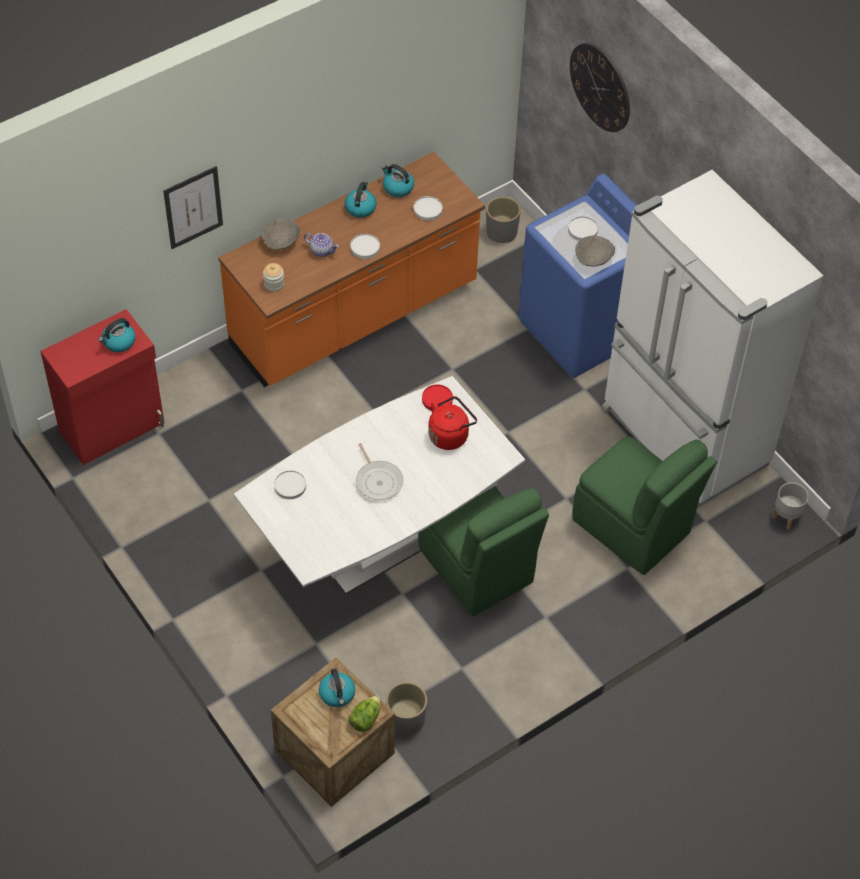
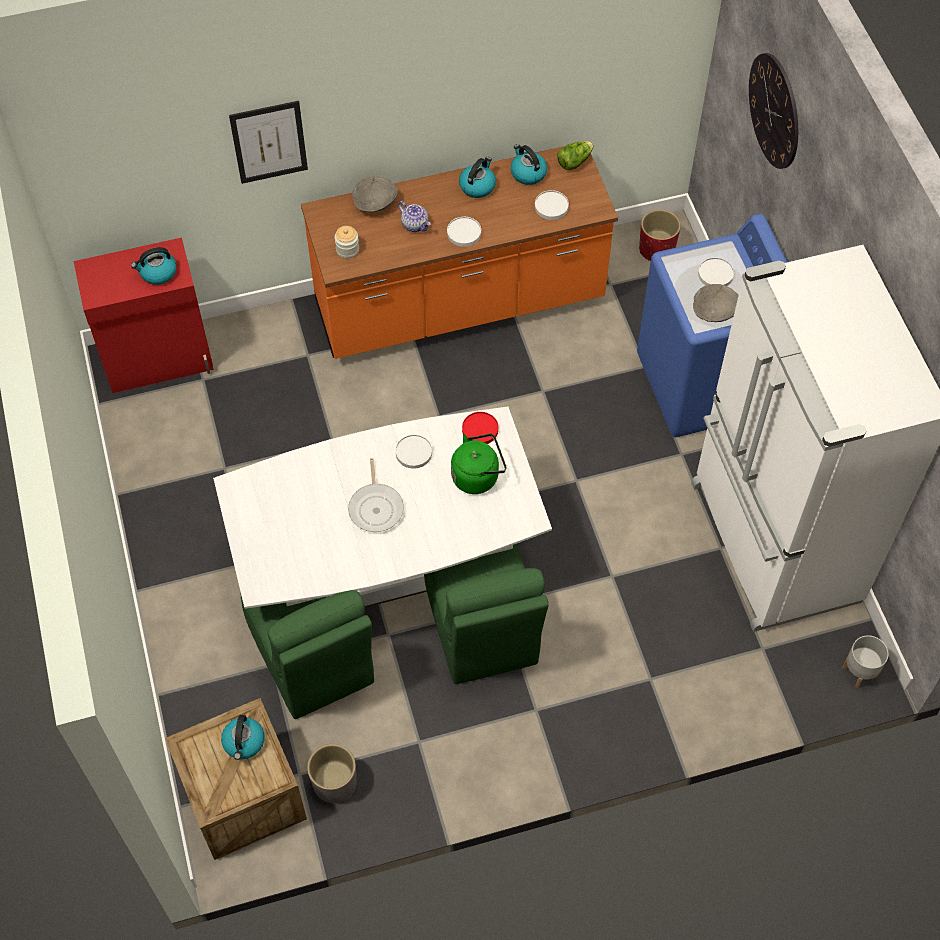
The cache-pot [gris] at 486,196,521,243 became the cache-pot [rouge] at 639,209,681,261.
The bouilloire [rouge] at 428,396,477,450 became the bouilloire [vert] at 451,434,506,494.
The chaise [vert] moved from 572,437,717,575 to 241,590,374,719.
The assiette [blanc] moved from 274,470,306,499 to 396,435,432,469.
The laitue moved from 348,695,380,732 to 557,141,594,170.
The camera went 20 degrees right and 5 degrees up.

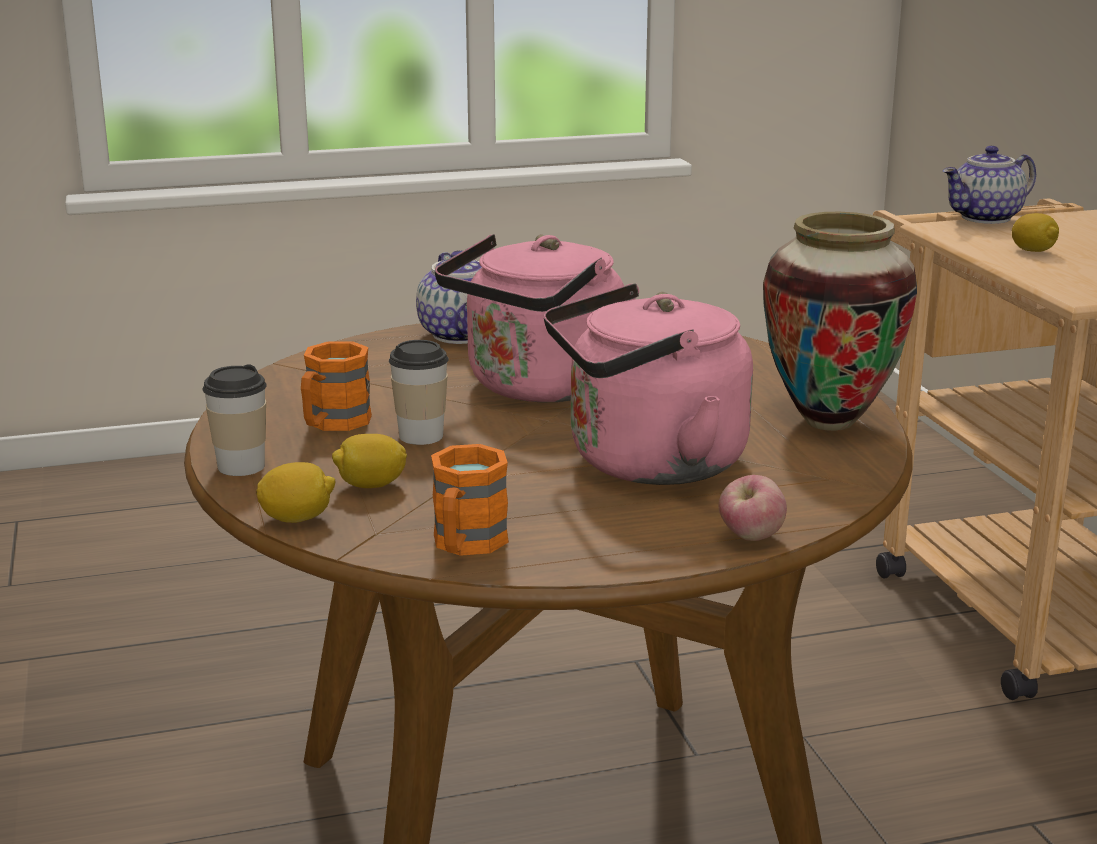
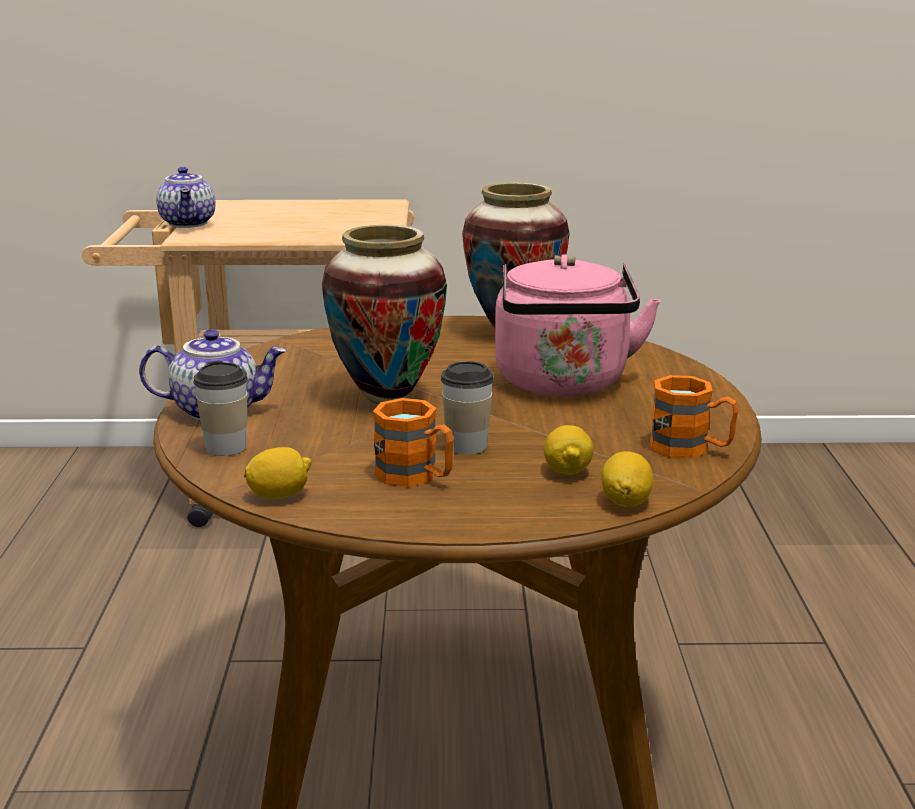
The citron moved from 1012,213,1059,252 to 244,447,311,500.
The bouilloire [rose] at 435,234,624,402 was replaced by the vase at 322,225,447,404.
The tasse moved from 203,364,267,476 to 193,361,248,456.
The pomme at 718,475,787,541 disappeared.
The camera went 75 degrees left and 0 degrees up.

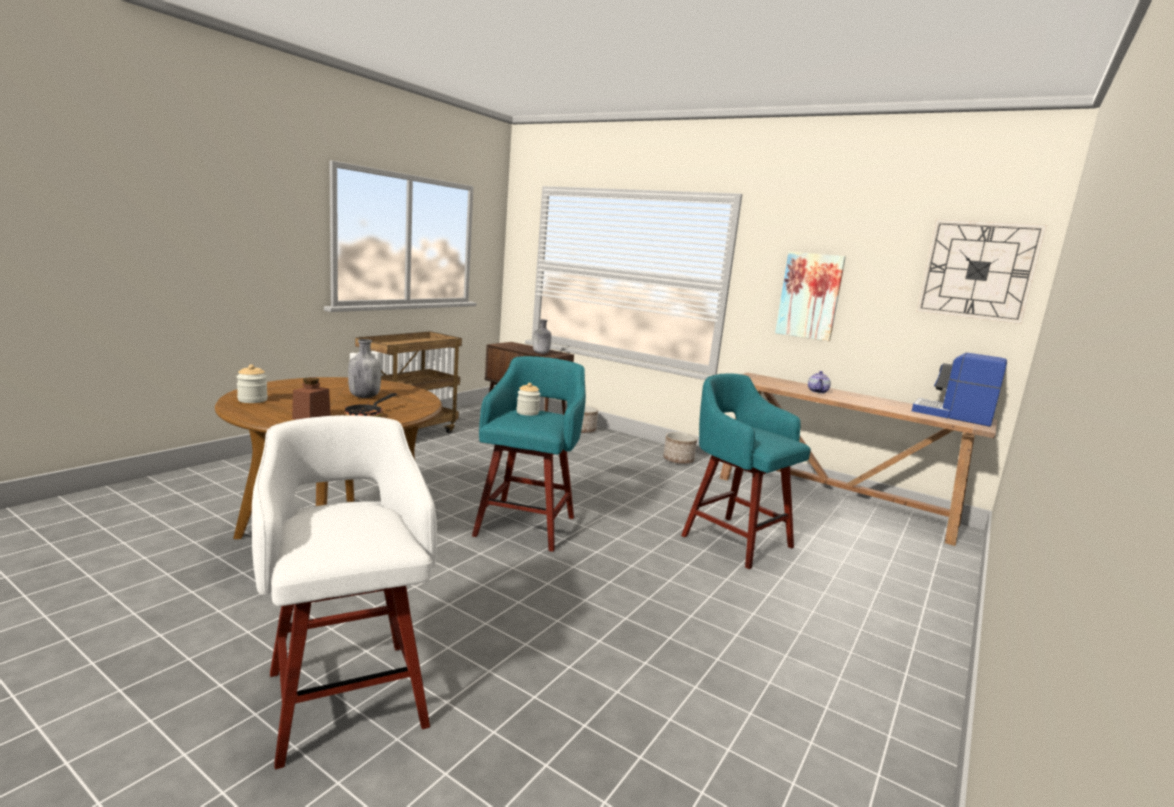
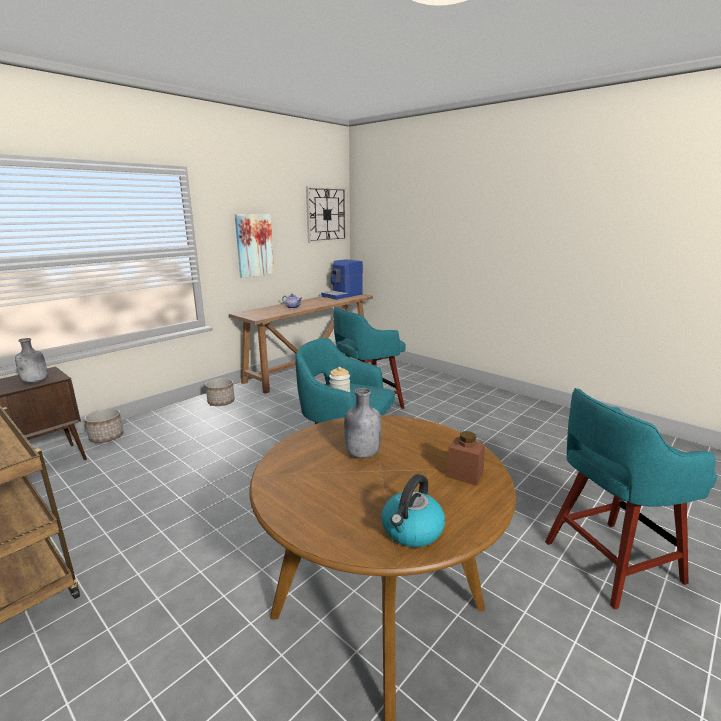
The bocal at 236,364,268,403 was replaced by the bouilloire at 381,474,445,547.
The poêle at 345,393,397,417 disappeared.
The tabouret [blanc] at 252,415,437,769 became the tabouret [turquoise] at 545,388,718,610.
The camera went 80 degrees left and 5 degrees up.

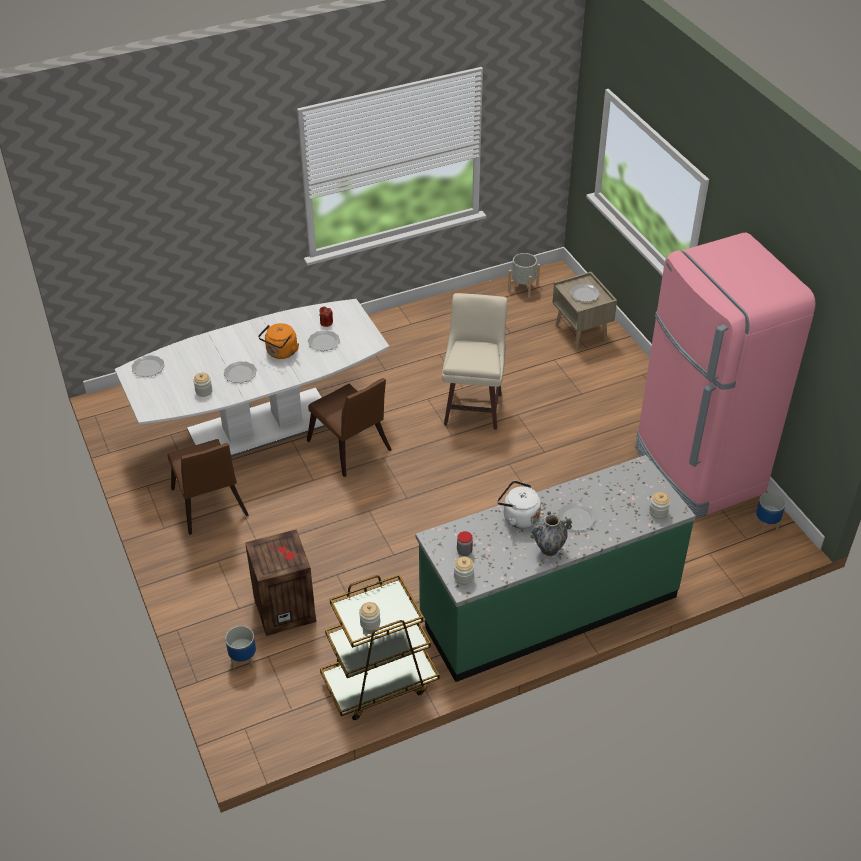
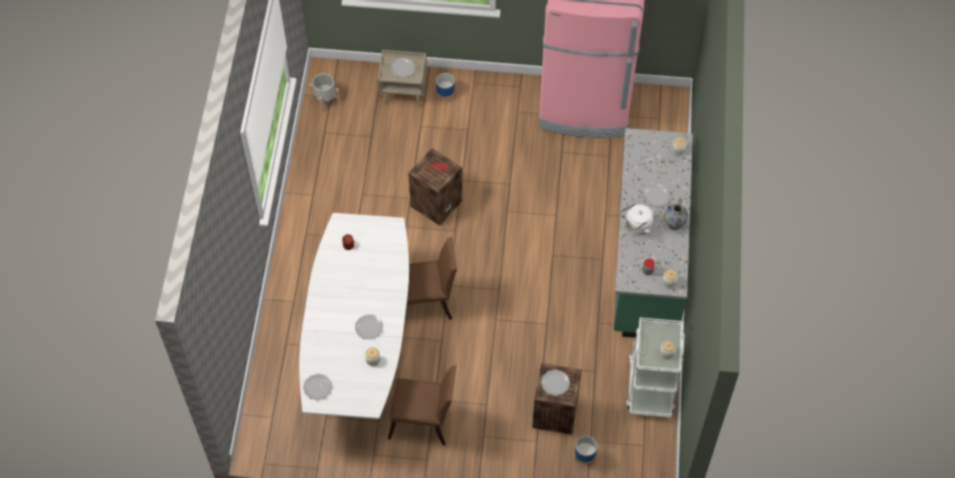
The tabouret [beige] at 442,293,507,430 was replaced by the caisse at 408,148,462,226.
The bouilloire [orange] at 258,323,299,359 disappeared.
The assiette moved from 308,330,340,351 to 541,370,570,396.
The cache-pot moved from 754,492,786,533 to 436,73,455,102.
The chariot [marron] at 320,574,439,720 became the chariot [blanc] at 627,318,685,417.
The camera went 60 degrees left and 15 degrees up.

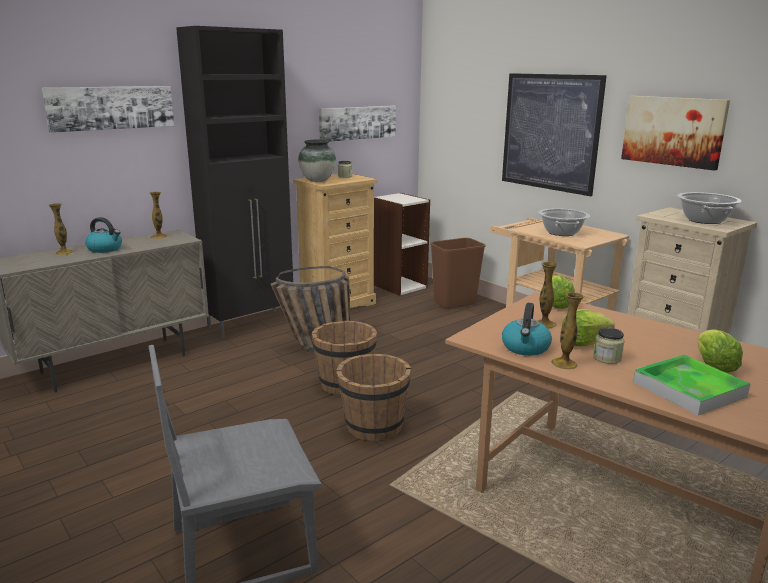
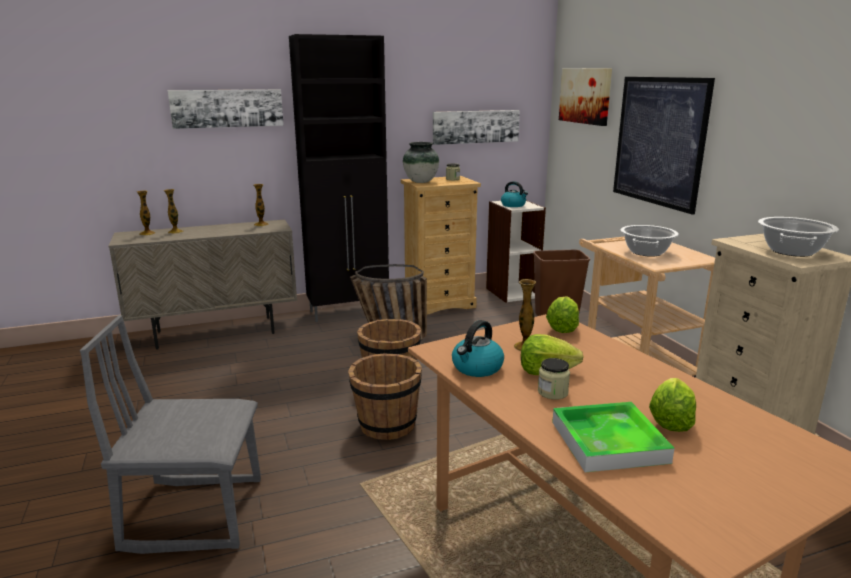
The tableau moved from 621,96,730,171 to 559,69,612,126.
The bouilloire moved from 85,217,122,253 to 501,181,528,207.
The vase moved from 551,292,584,369 to 137,191,155,235.
The camera went 20 degrees right and 0 degrees up.

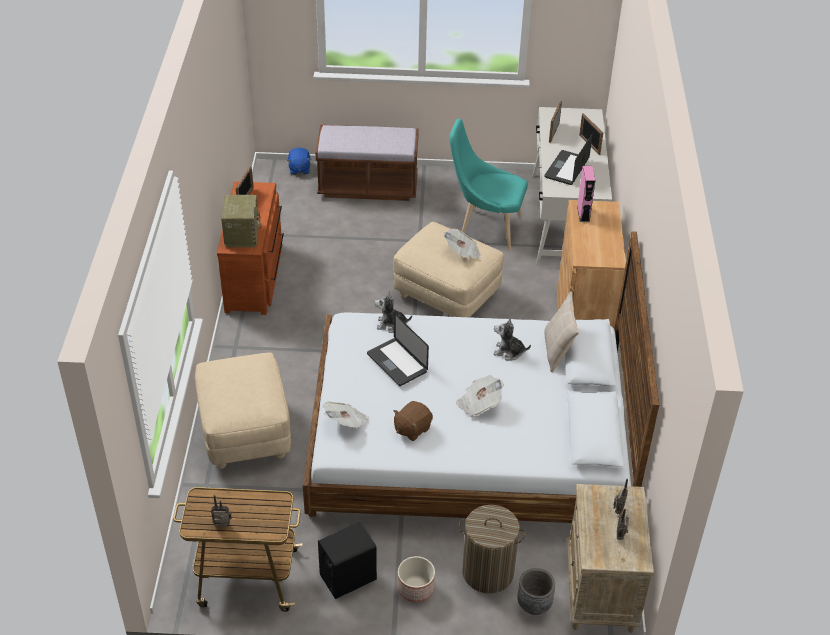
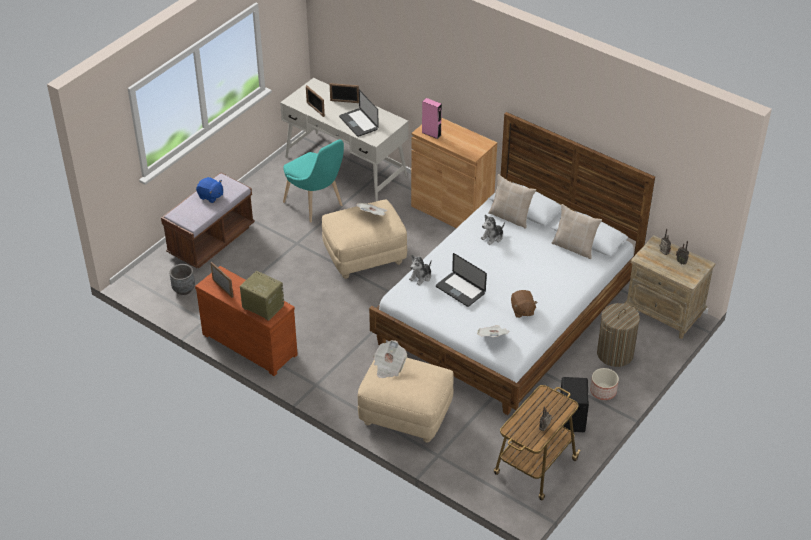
The chaise [turquoise] at 450,119,528,250 turned 90 degrees counterclockwise.
The peluche [bleu] moved from 287,148,311,175 to 196,177,223,203.
The ordinateur portable at 367,314,429,386 turned 45 degrees clockwise.
The journal moved from 456,375,504,417 to 374,340,407,378.
The cache-pot [gris] moved from 517,568,555,615 to 170,264,195,295.
The coussin [beige] at 551,204,602,259 appeared.
The camera went 55 degrees left and 0 degrees up.

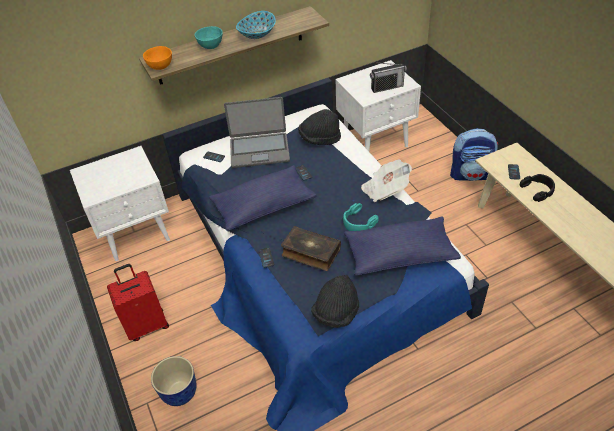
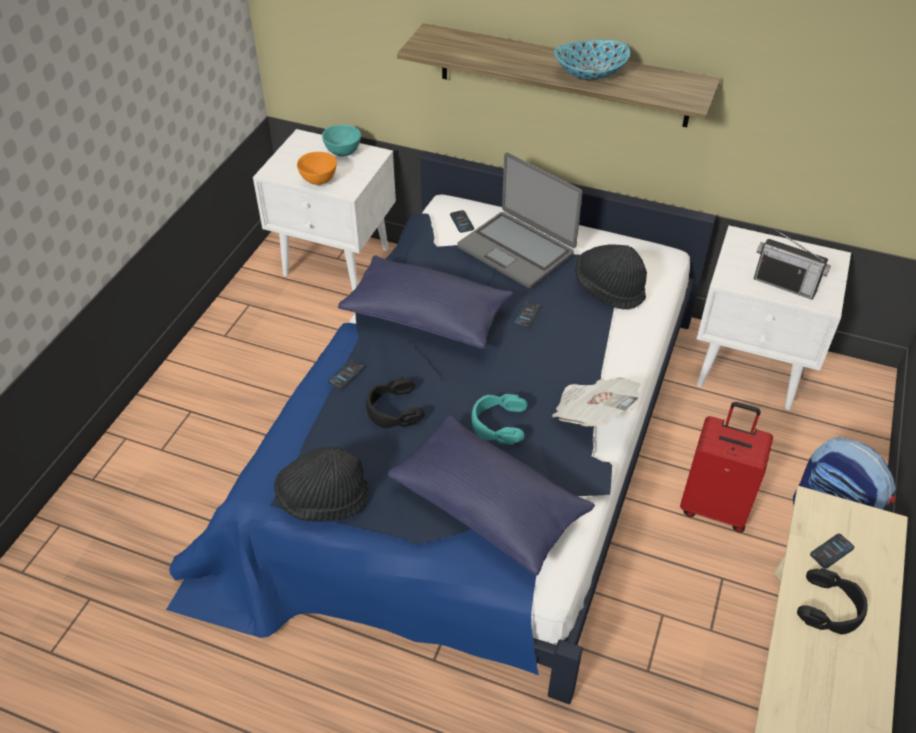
The bol [turquoise] moved from 195,26,223,49 to 322,124,361,156.
The bol [orange] moved from 143,46,172,70 to 297,152,337,185.
The livre at 281,226,341,271 was replaced by the casque audio [noir] at 366,377,425,428.
The valise [rouge] moved from 107,264,169,341 to 680,402,773,533.
The cache-pot at 151,356,197,406 disappeared.
The camera went 45 degrees right and 0 degrees up.

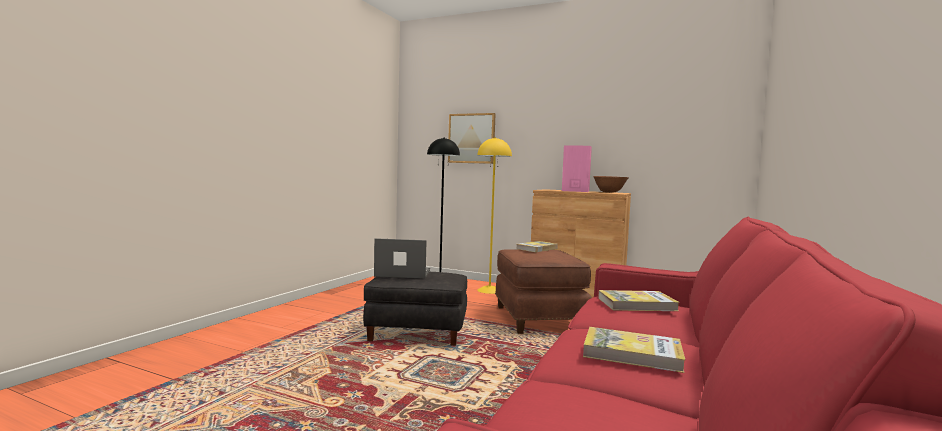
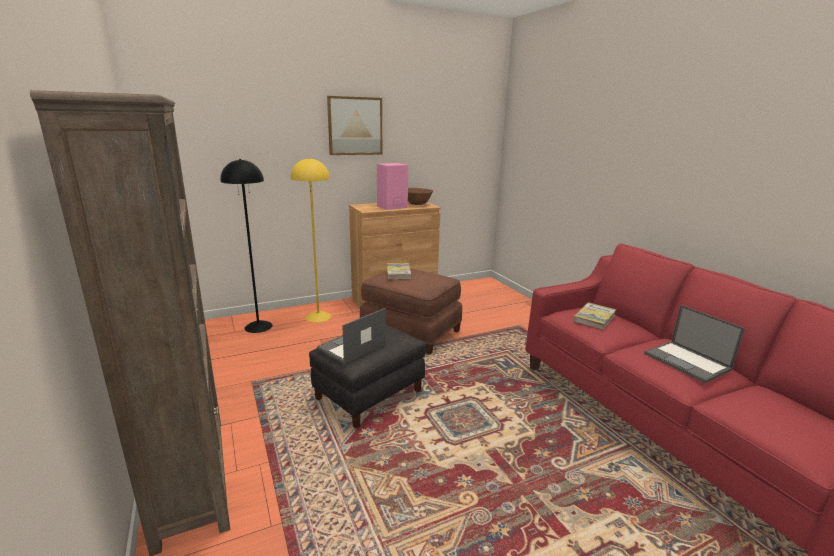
The tableau moved from 448,113,496,164 to 327,96,382,155.
The livre at 583,327,685,373 was replaced by the ordinateur portable at 644,305,745,383.
The bibliothèque [marron] at 30,90,230,556 appeared.
The camera went 50 degrees left and 15 degrees up.

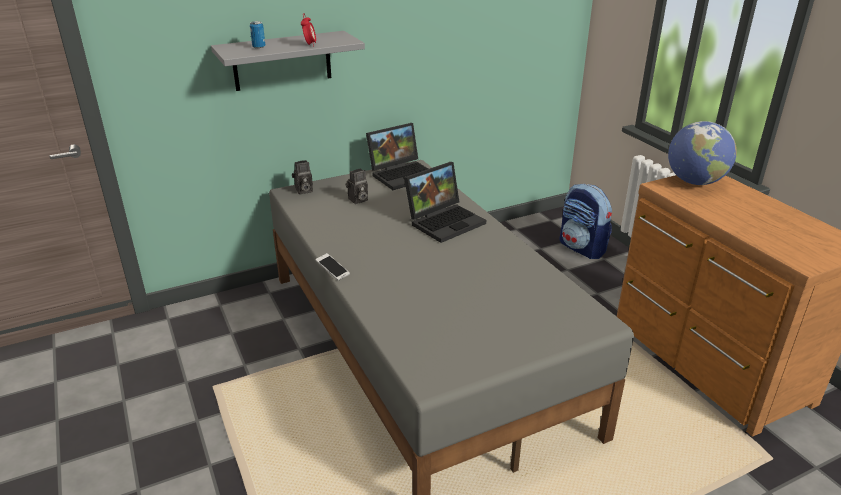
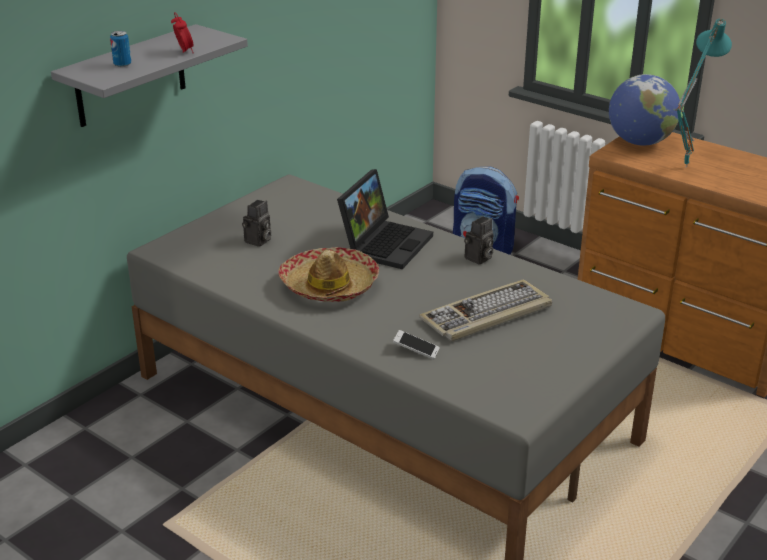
The ordinateur portable at 366,123,428,190 disappeared.
The appareil photo moved from 292,160,313,194 to 464,216,494,265.
The téléphone moved from 315,253,350,281 to 393,330,440,359.
The lampe de table [turquoise] at 675,18,732,168 appeared.
The chapeau at 278,247,379,302 appeared.
The clavier at 419,279,552,342 appeared.
The camera went 25 degrees left and 0 degrees up.

